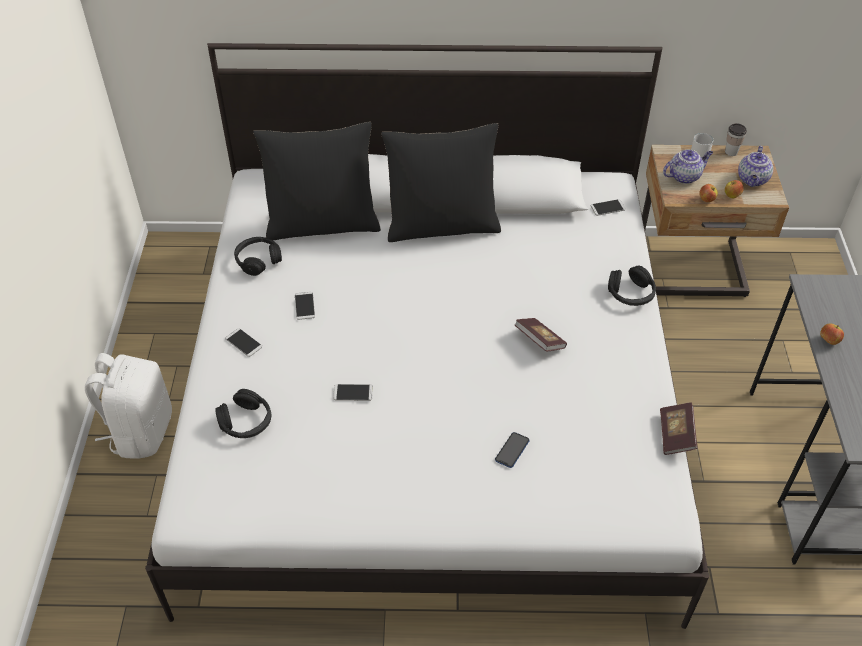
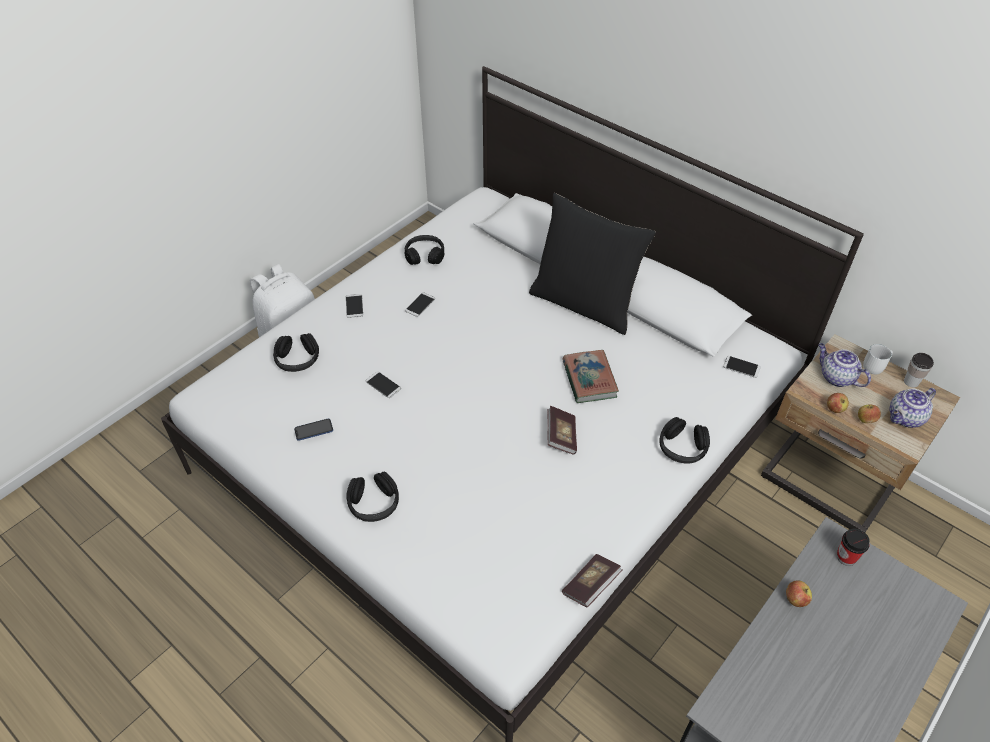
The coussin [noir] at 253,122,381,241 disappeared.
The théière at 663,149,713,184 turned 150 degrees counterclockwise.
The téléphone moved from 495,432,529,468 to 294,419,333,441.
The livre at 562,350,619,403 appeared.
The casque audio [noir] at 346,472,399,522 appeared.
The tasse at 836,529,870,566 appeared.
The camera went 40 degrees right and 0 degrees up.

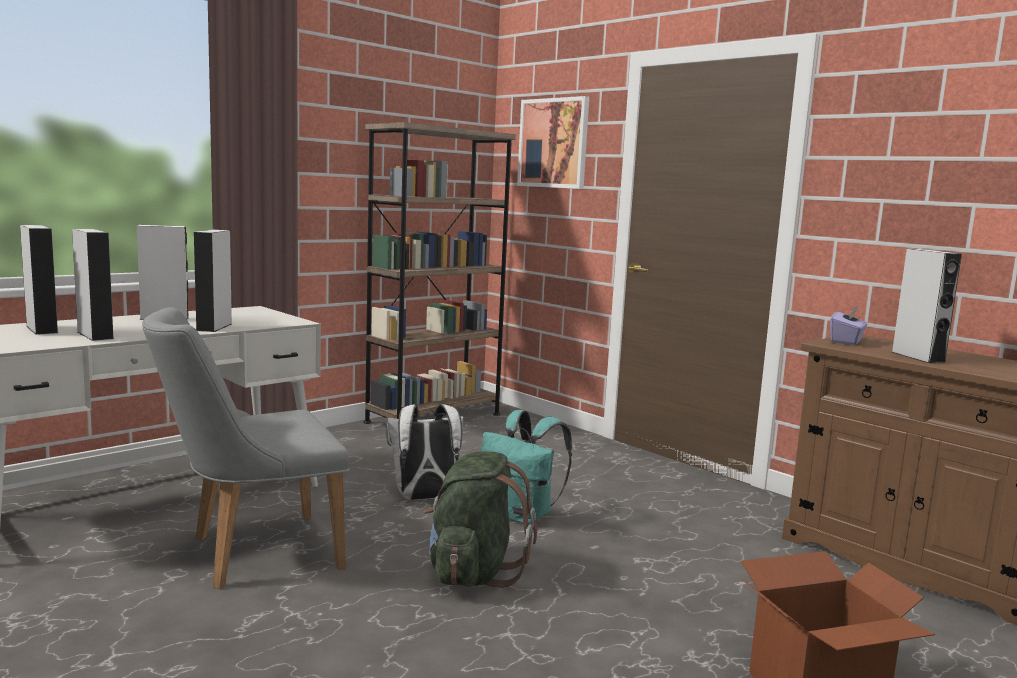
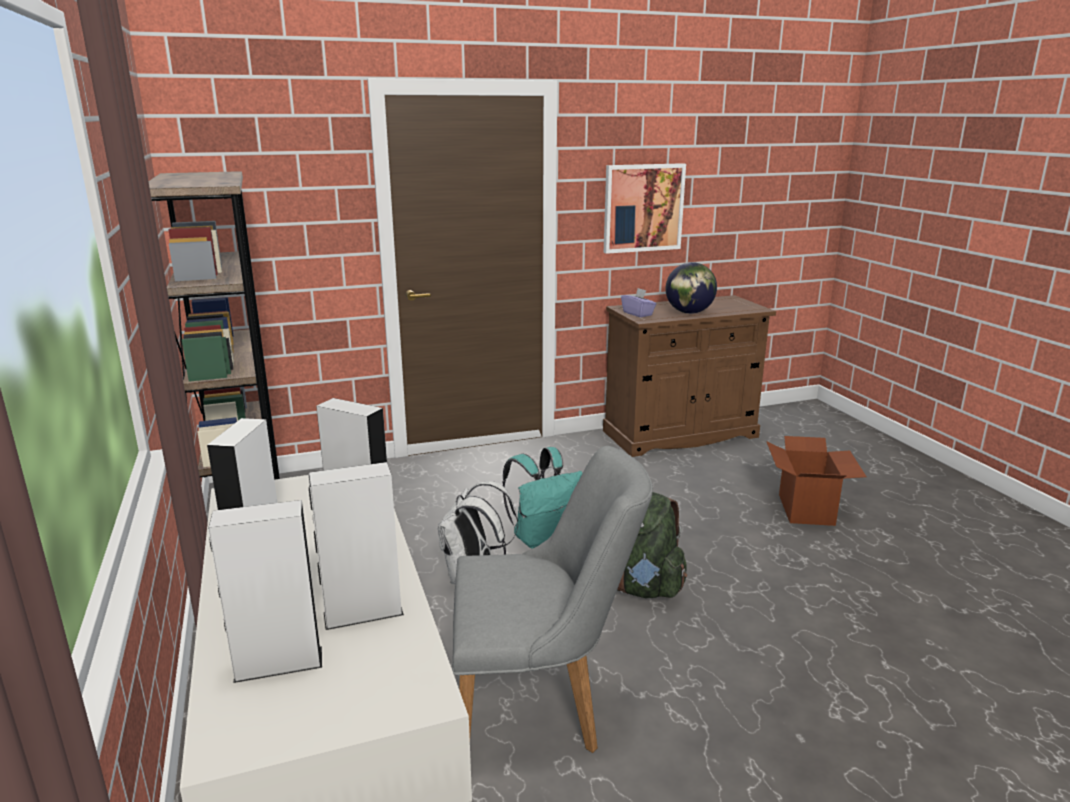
The tableau moved from 517,96,589,189 to 604,163,686,254.
The enceinte [gris] at 892,249,962,363 was replaced by the globe at 666,262,717,314.
The chaise [gris] at 142,307,350,589 turned 90 degrees counterclockwise.
The camera went 65 degrees left and 10 degrees up.

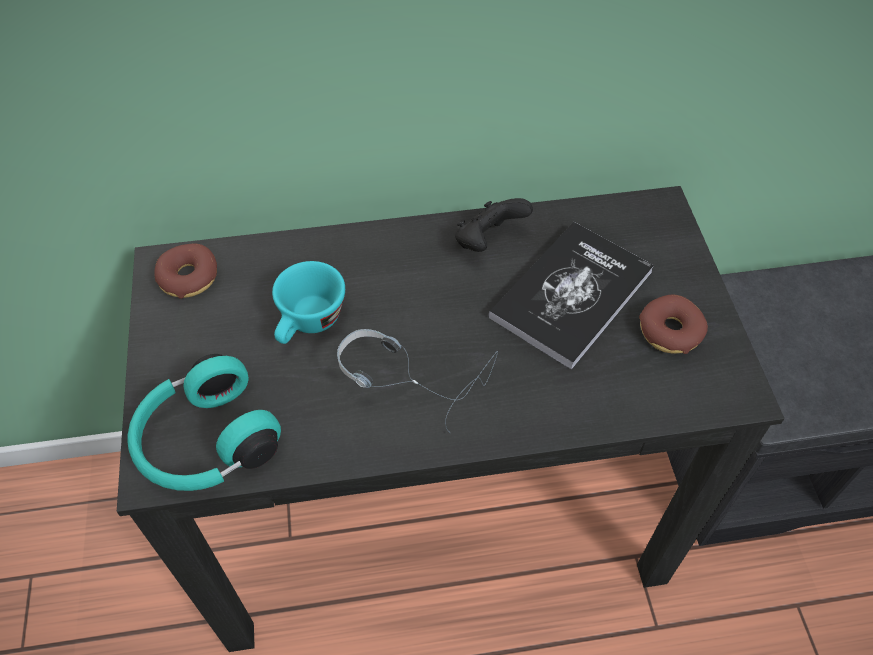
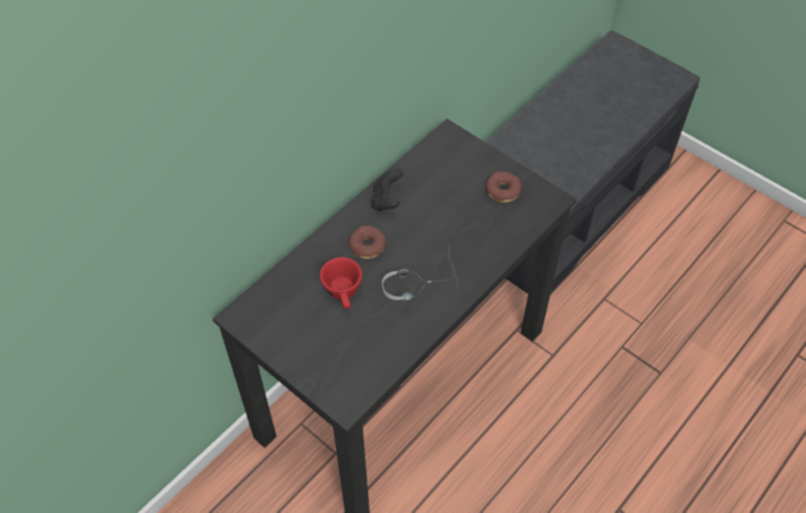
The livre at 488,222,654,370 disappeared.
The beignet moved from 154,244,217,299 to 348,225,386,259.
The tasse [turquoise] at 272,261,345,344 became the tasse [rouge] at 320,257,362,309.
The casque audio [turquoise] at 128,354,281,491 disappeared.
The camera went 40 degrees left and 0 degrees up.

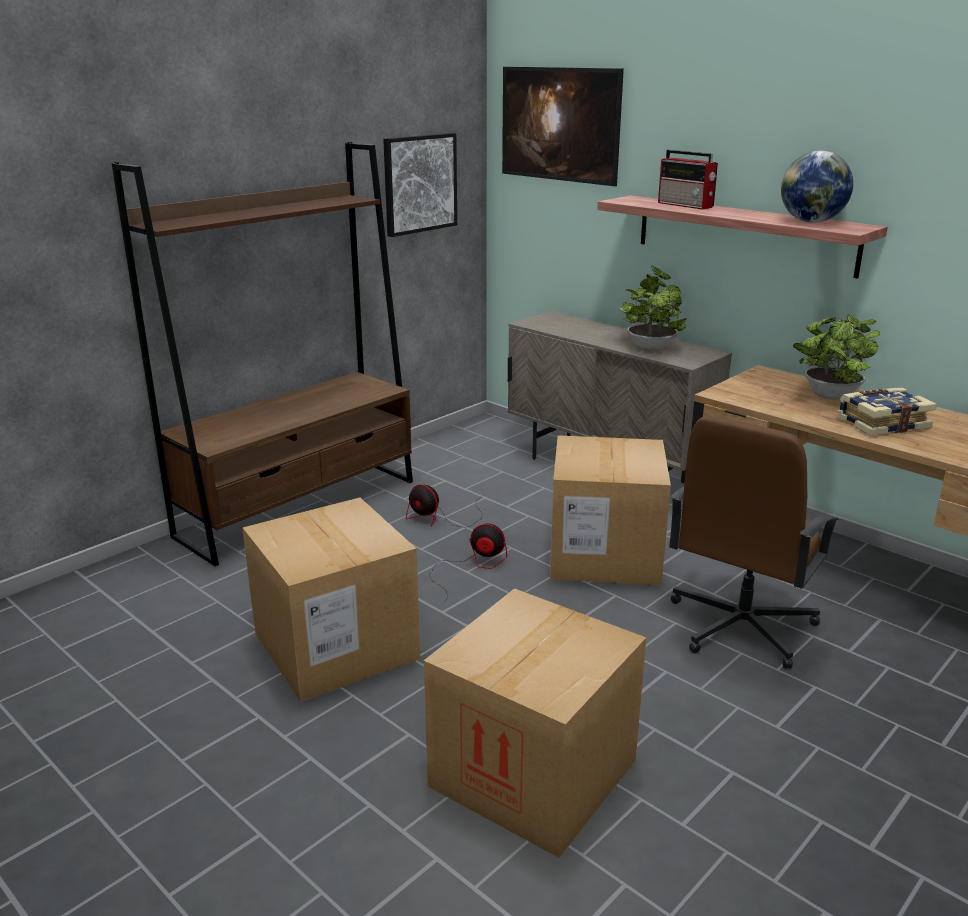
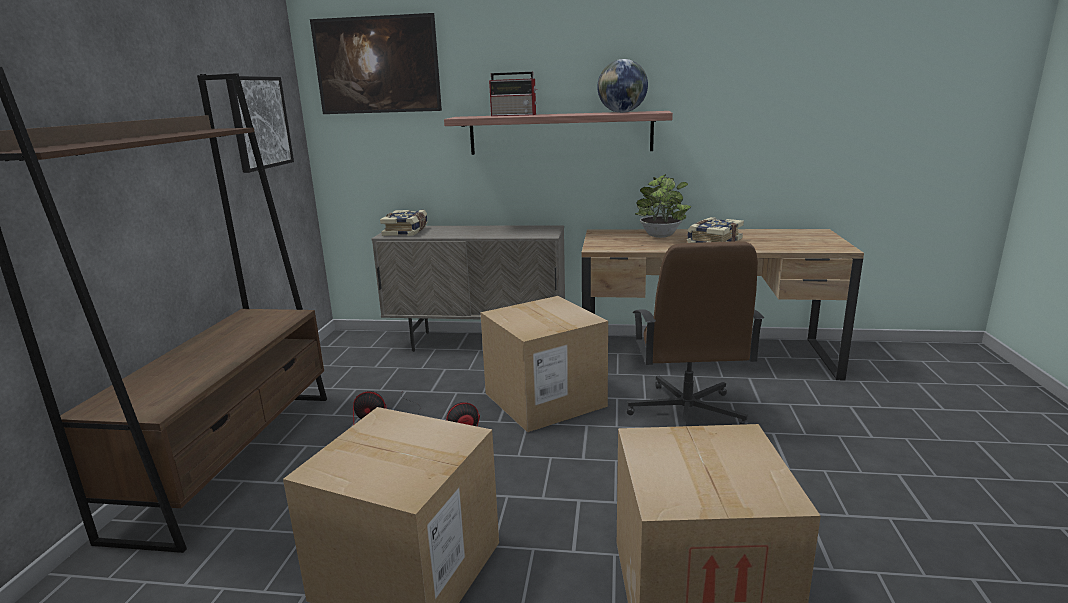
The plante en pot at 619,265,687,352 disappeared.
The livre at 380,210,428,236 appeared.
The camera went 35 degrees left and 5 degrees down.

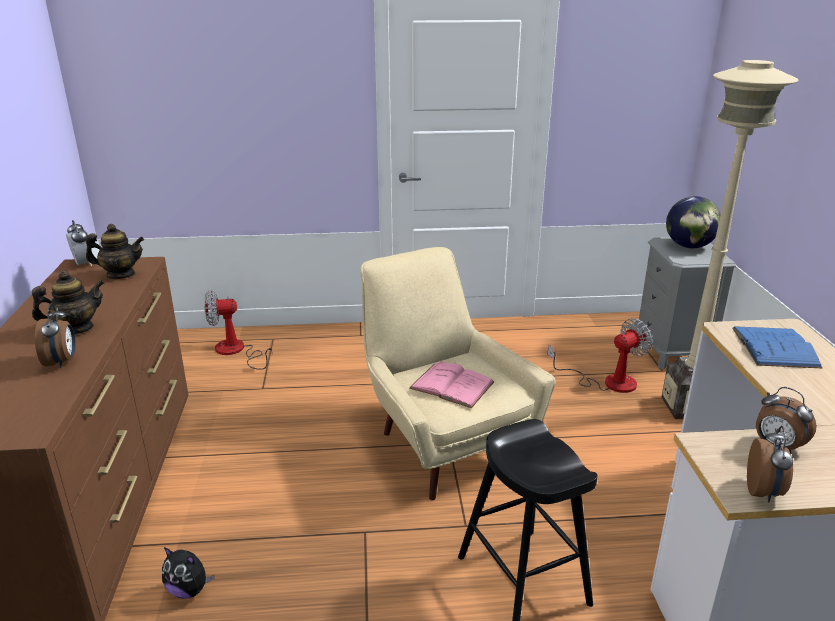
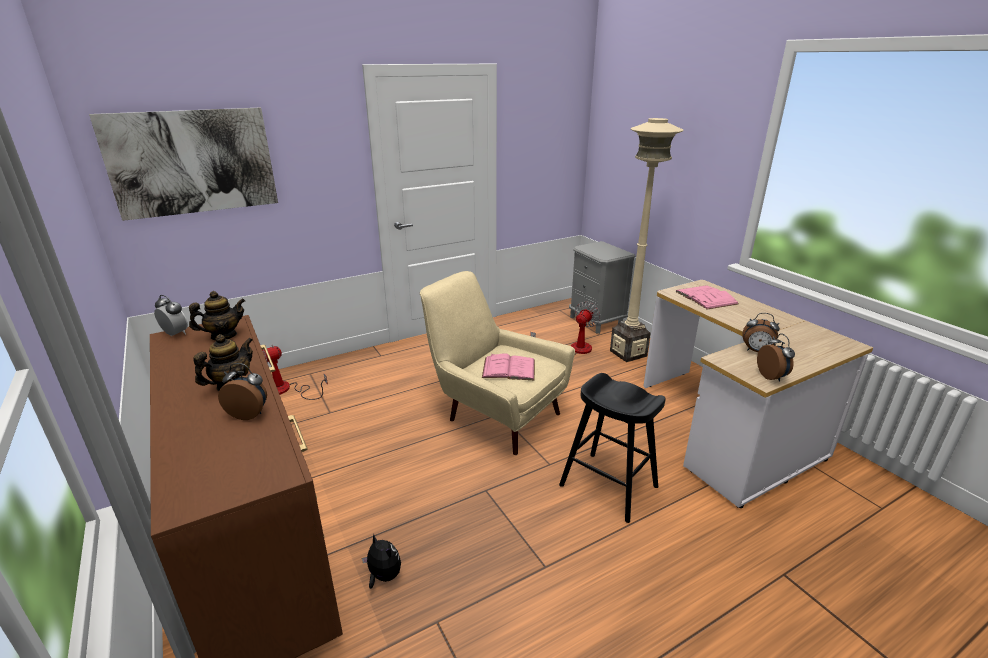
The globe at 666,196,721,248 disappeared.
The réveil at 35,303,76,368 turned 45 degrees counterclockwise.
The livre [bleu] at 732,326,823,369 became the livre [rose] at 675,285,739,310.
The peluche at 162,547,214,599 turned 135 degrees counterclockwise.
The tableau at 89,107,278,221 appeared.
The camera went 25 degrees left and 0 degrees up.

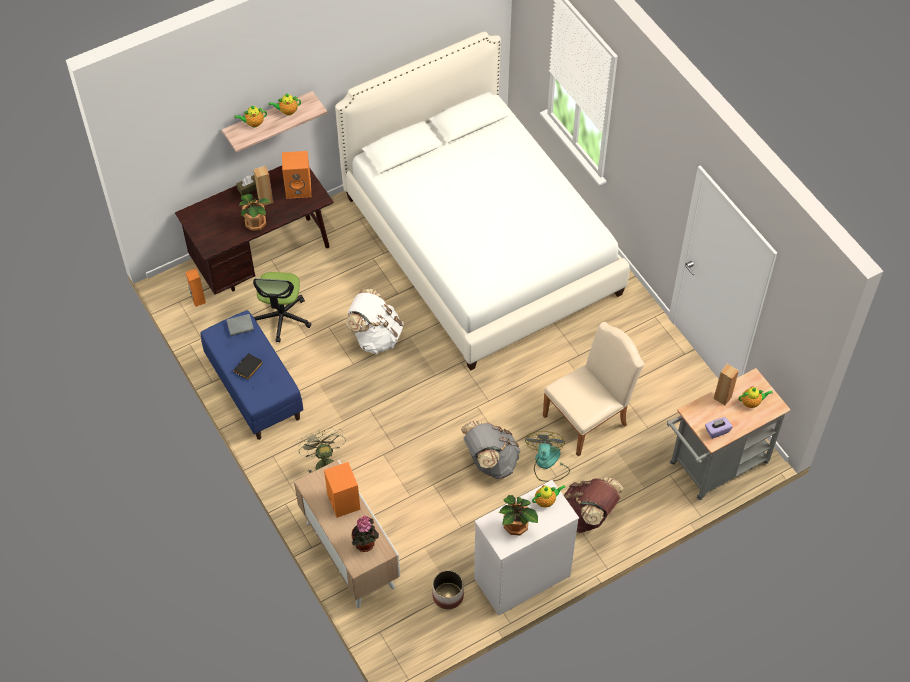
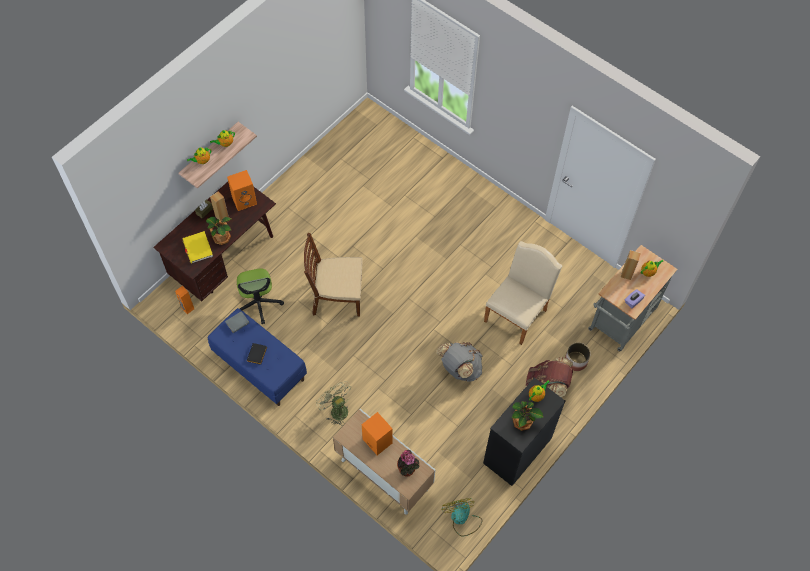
The lit [blanc] at 335,32,630,371 disappeared.
The sac à dos [blanc] at 346,289,404,354 was replaced by the chaise [marron] at 304,233,363,317.
The ventilateur moved from 525,431,570,482 to 442,498,482,536.
The commode [blanc] at 474,480,579,616 became the commode [noir] at 483,378,565,486.
The cache-pot moved from 432,570,464,609 to 565,343,590,371.
The livre [jaune] at 183,231,213,263 appeared.
The camera went 20 degrees left and 5 degrees up.

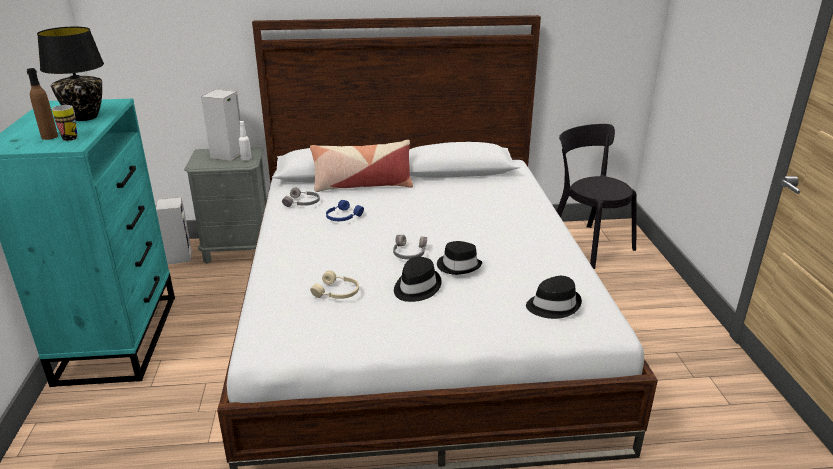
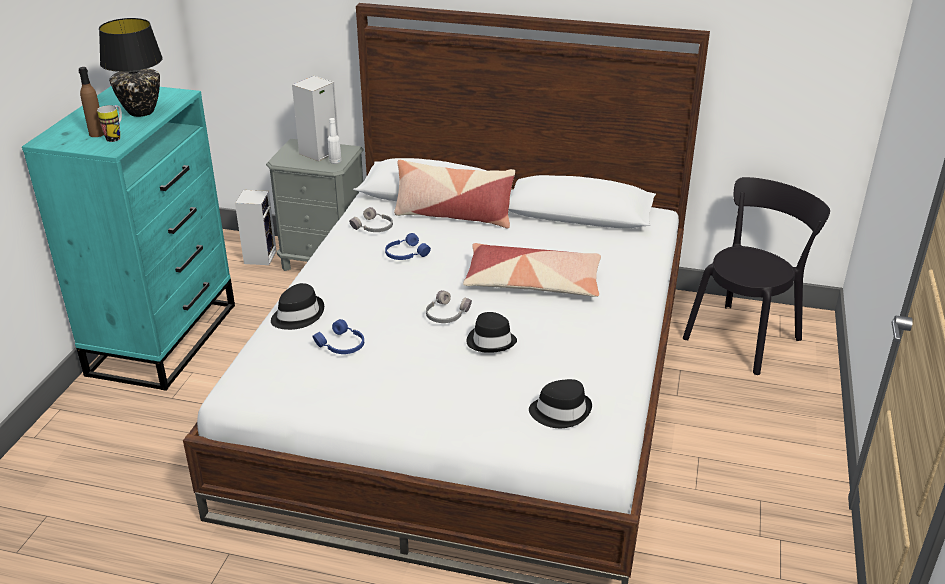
The chaise [noir] at 557,124,637,269 turned 60 degrees clockwise.
The chapeau [noir] moved from 394,257,442,302 to 271,283,324,330.
The casque audio [beige] at 310,270,359,299 became the casque audio [bleu] at 312,319,364,354.
The coussin at 463,243,601,297 appeared.
The camera went 20 degrees right and 5 degrees up.

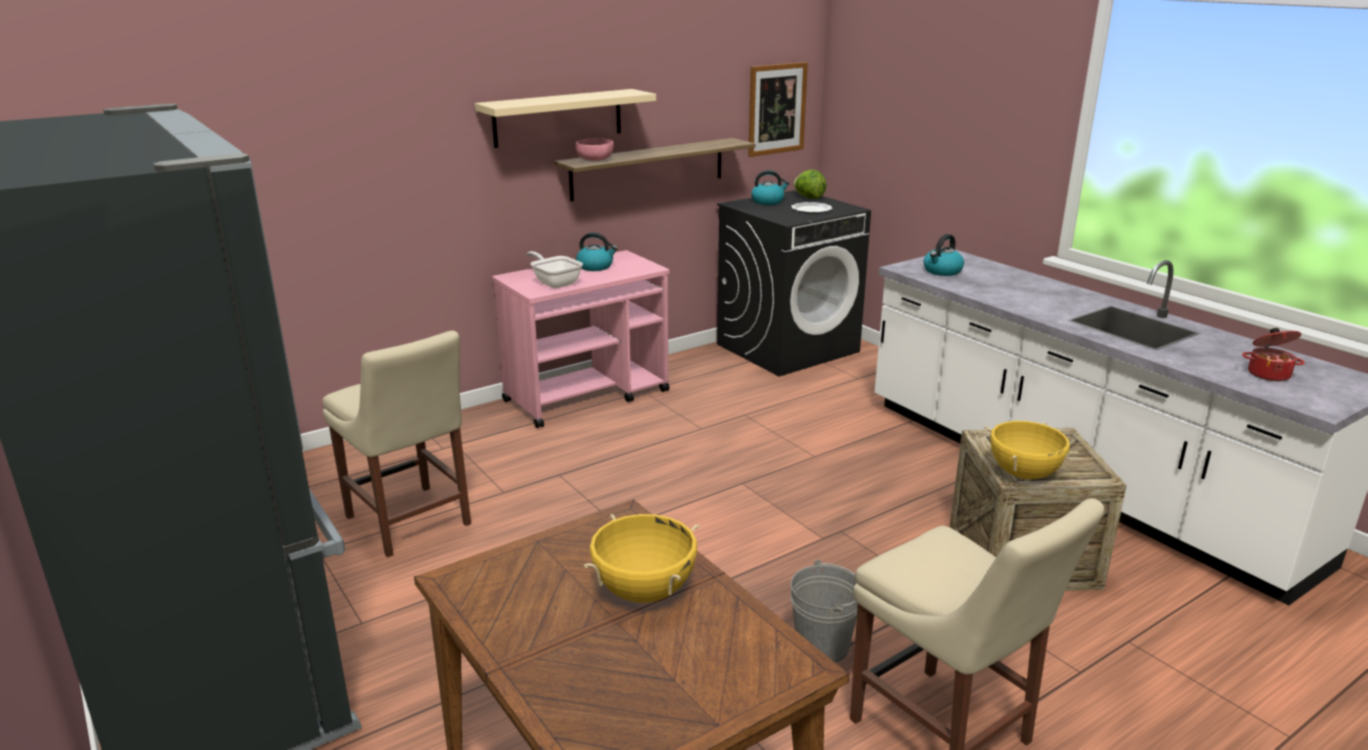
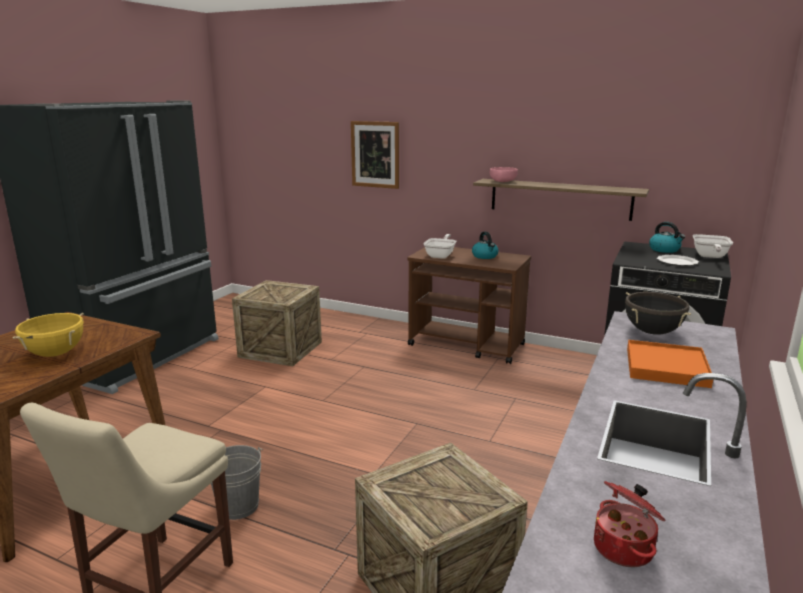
The tableau moved from 748,62,808,157 to 351,121,399,189.
The étagère [beige] at 475,89,656,148 disappeared.
The laitue at 793,170,826,199 was replaced by the poêle at 693,234,733,258.
The bouilloire at 923,234,964,276 was replaced by the marmite [noir] at 625,292,691,335.
The chariot [rose] at 492,250,670,428 became the chariot [marron] at 407,247,531,364.
The chaise [beige] at 323,331,471,558 was replaced by the caisse at 232,280,322,366.
The marmite [jaune] at 984,421,1078,479 disappeared.
The plateau [orange] at 627,340,713,388 appeared.
The camera went 60 degrees right and 5 degrees down.

